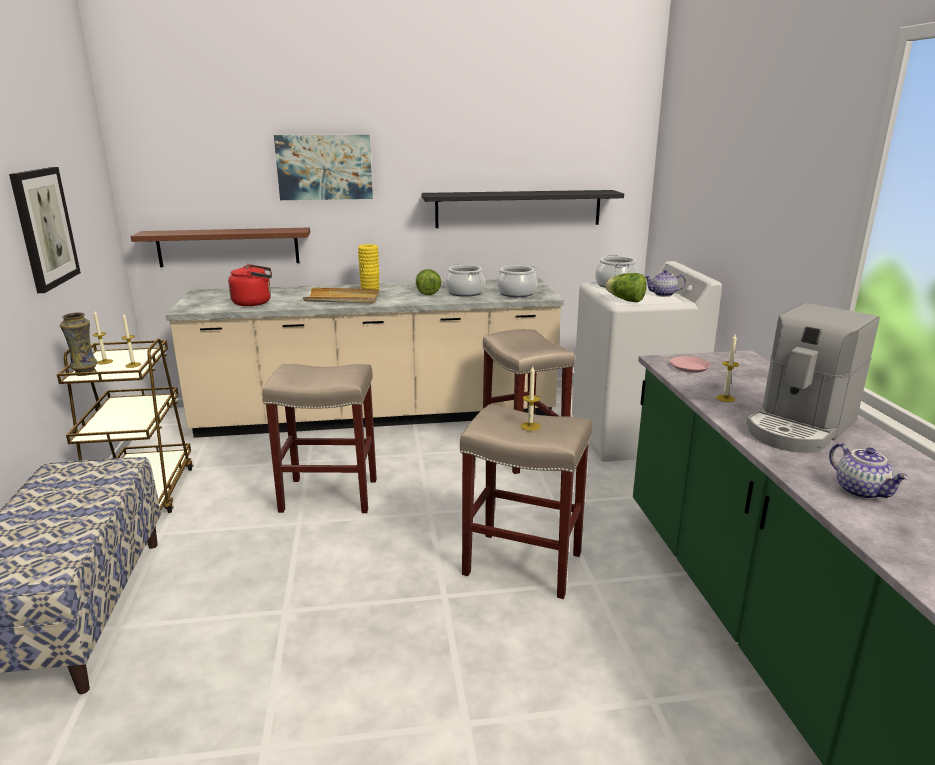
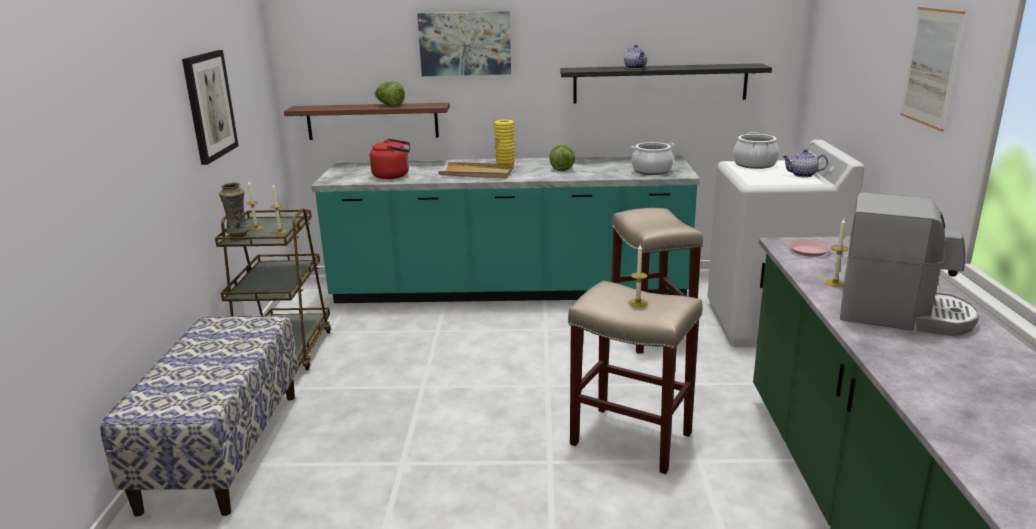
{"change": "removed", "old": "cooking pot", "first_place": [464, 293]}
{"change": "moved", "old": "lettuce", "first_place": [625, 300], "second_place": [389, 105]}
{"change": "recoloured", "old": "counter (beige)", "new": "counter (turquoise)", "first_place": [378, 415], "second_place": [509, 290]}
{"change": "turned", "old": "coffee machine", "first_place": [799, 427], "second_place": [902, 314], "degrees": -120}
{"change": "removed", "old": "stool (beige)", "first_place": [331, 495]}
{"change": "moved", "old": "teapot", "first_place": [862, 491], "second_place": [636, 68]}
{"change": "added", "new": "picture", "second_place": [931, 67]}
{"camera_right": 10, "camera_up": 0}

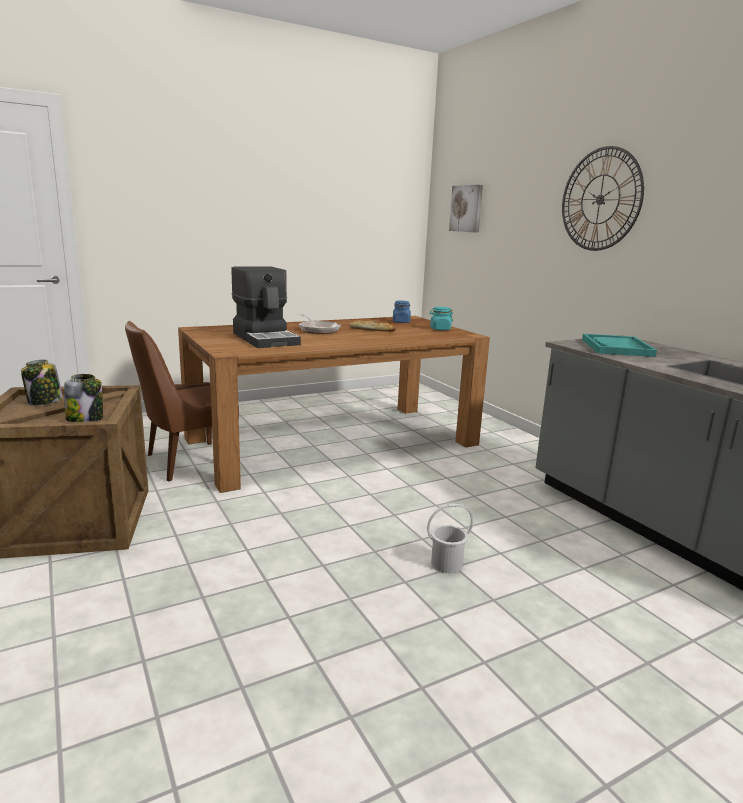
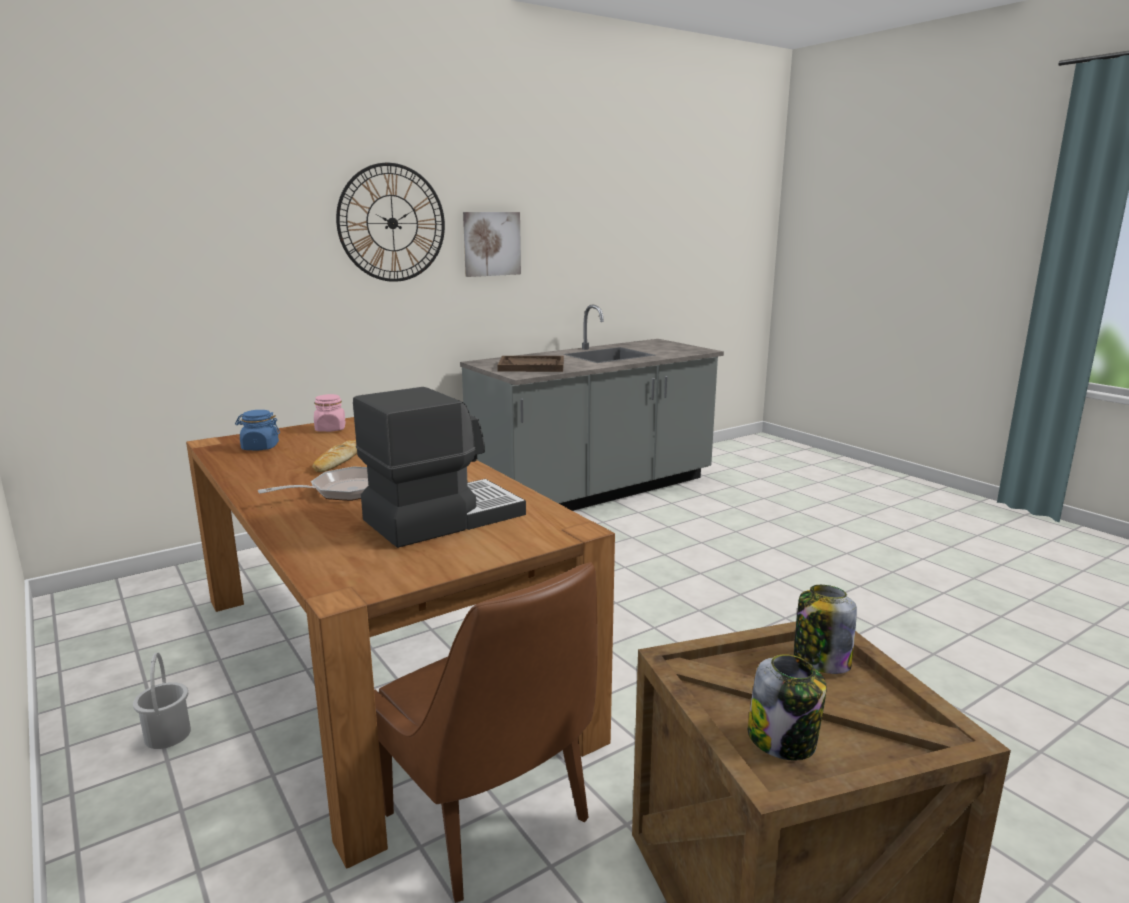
{"change": "moved", "old": "picture", "first_place": [466, 208], "second_place": [491, 244]}
{"change": "recoloured", "old": "jar (turquoise)", "new": "jar (pink)", "first_place": [440, 329], "second_place": [330, 429]}
{"change": "recoloured", "old": "tray (turquoise)", "new": "tray (brown)", "first_place": [616, 348], "second_place": [531, 366]}
{"change": "moved", "old": "bucket (white)", "first_place": [446, 563], "second_place": [167, 735]}
{"camera_right": -95, "camera_up": 0}

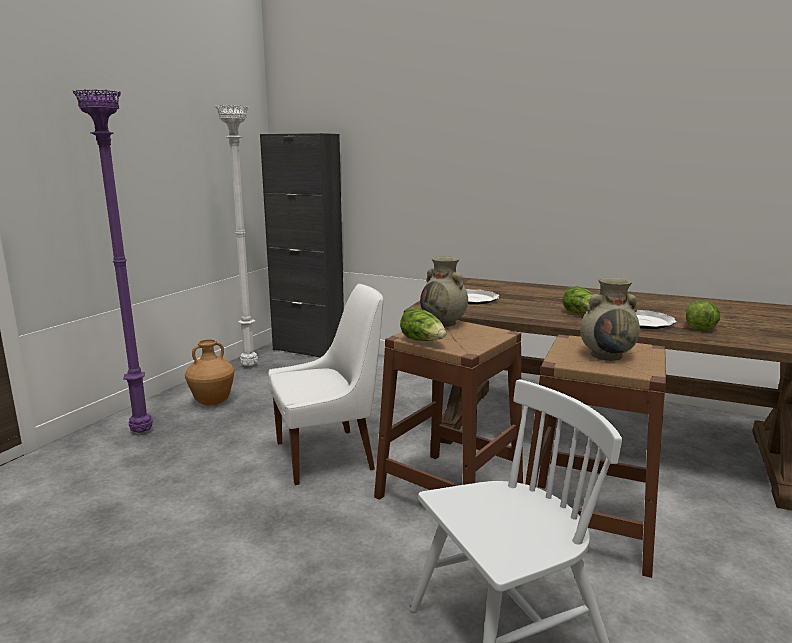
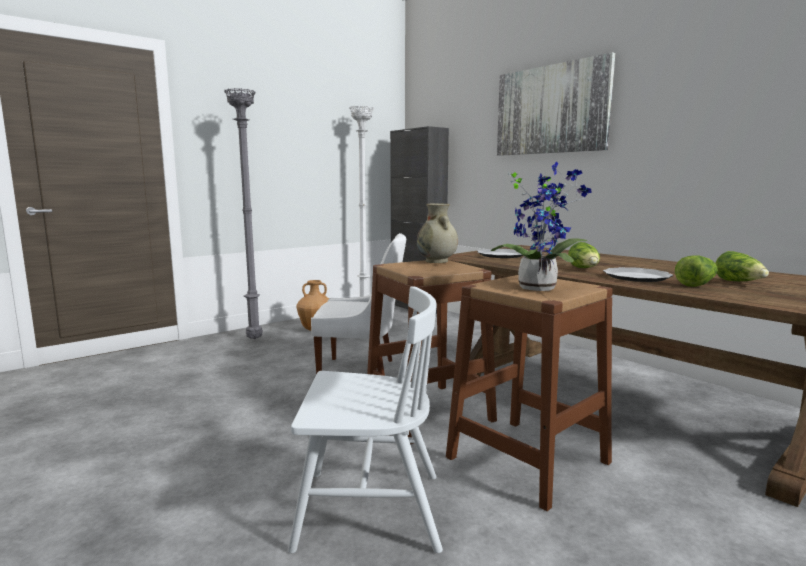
{"change": "recoloured", "old": "floor lamp (purple)", "new": "floor lamp (grey)", "first_place": [140, 432], "second_place": [253, 338]}
{"change": "replaced", "old": "vase (beige)", "new": "potted plant", "first_place": [607, 355], "second_place": [540, 287]}
{"change": "moved", "old": "lettuce", "first_place": [423, 341], "second_place": [739, 282]}
{"change": "added", "new": "picture", "second_place": [551, 110]}
{"camera_right": 25, "camera_up": -5}

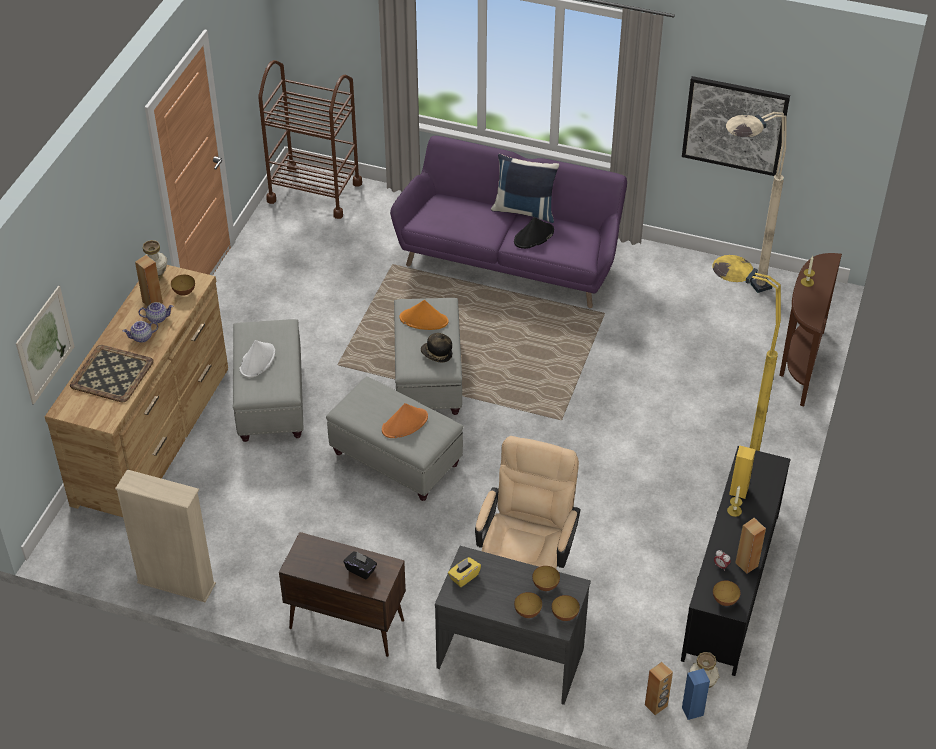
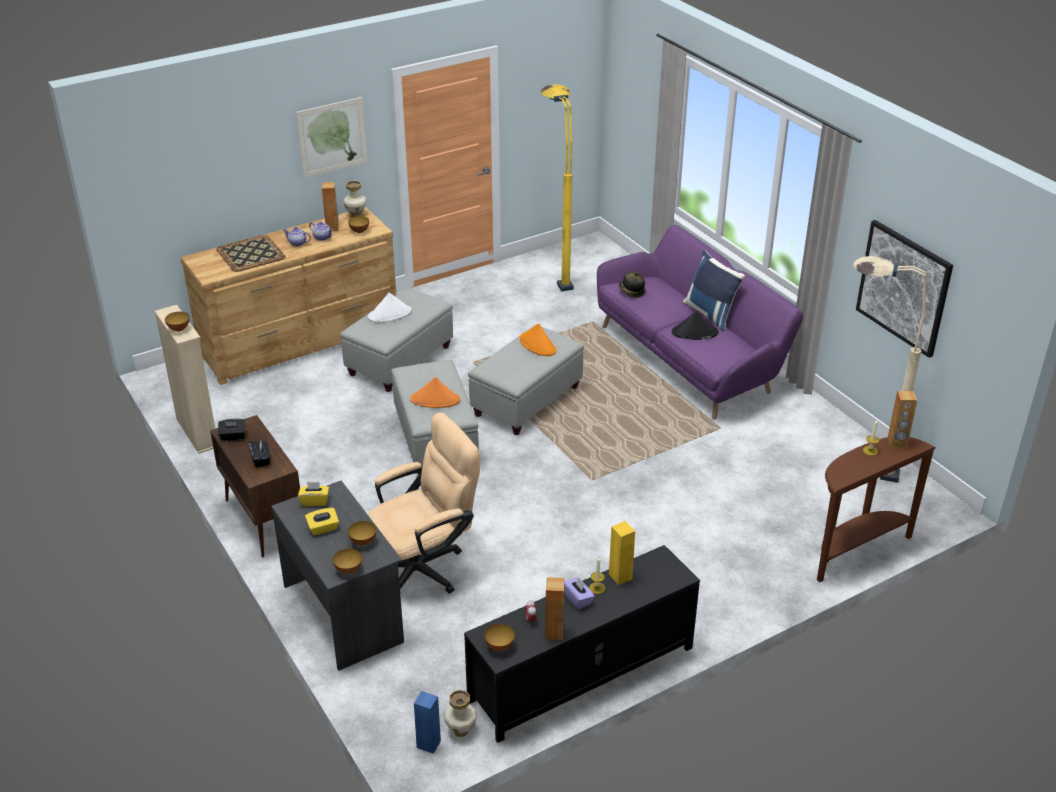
{"change": "removed", "old": "cart (brown)", "first_place": [314, 192]}
{"change": "moved", "old": "floor lamp (yellow)", "first_place": [719, 447], "second_place": [556, 272]}
{"change": "moved", "old": "picture", "first_place": [45, 344], "second_place": [332, 137]}
{"change": "moved", "old": "hat", "first_place": [436, 354], "second_place": [631, 291]}
{"change": "moved", "old": "bowl", "first_place": [527, 612], "second_place": [179, 329]}
{"change": "moved", "old": "speaker (brown)", "first_place": [656, 705], "second_place": [897, 443]}
{"change": "added", "new": "tissue box (black)", "second_place": [233, 436]}
{"change": "added", "new": "tissue box (yellow)", "second_place": [323, 528]}
{"change": "added", "new": "tissue box (purple)", "second_place": [578, 599]}
{"camera_right": 40, "camera_up": -10}

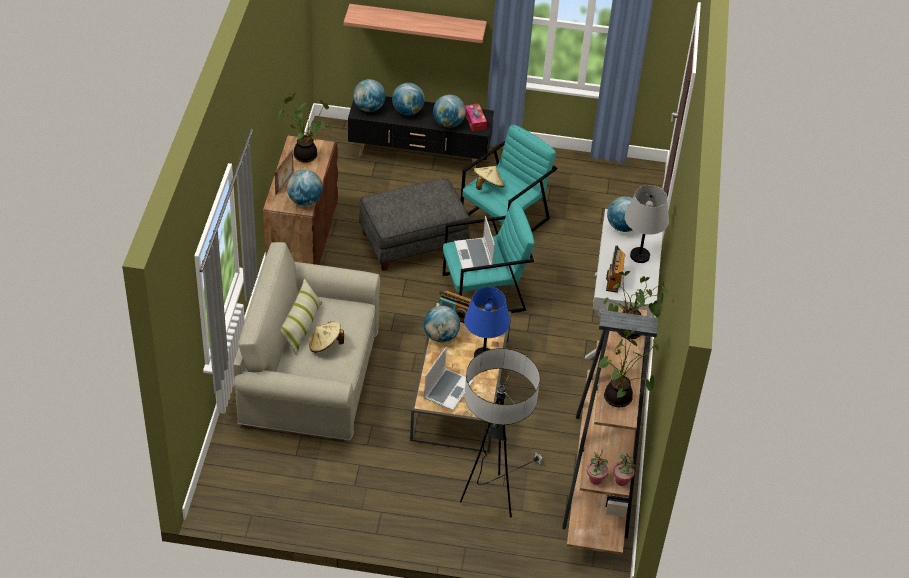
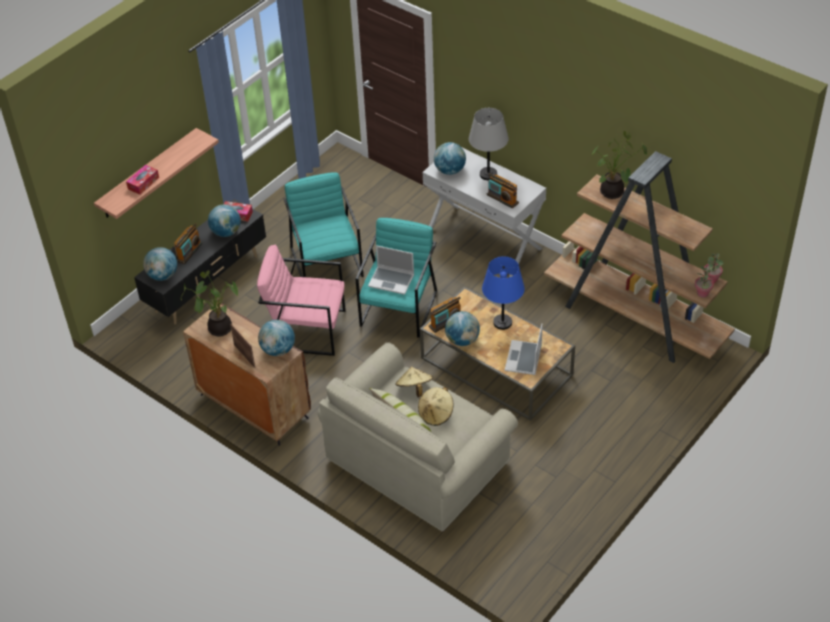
{"change": "replaced", "old": "globe", "new": "radio", "first_place": [408, 111], "second_place": [189, 252]}
{"change": "moved", "old": "hat (beige)", "first_place": [487, 186], "second_place": [414, 388]}
{"change": "replaced", "old": "ottoman (grey)", "new": "armchair (pink)", "first_place": [413, 241], "second_place": [307, 329]}
{"change": "removed", "old": "potted plant", "first_place": [620, 399]}
{"change": "turned", "old": "laptop", "first_place": [447, 389], "second_place": [524, 359], "degrees": -135}
{"change": "removed", "old": "floor lamp", "first_place": [492, 498]}
{"change": "added", "new": "tissue box", "second_place": [143, 183]}
{"camera_right": -55, "camera_up": 0}

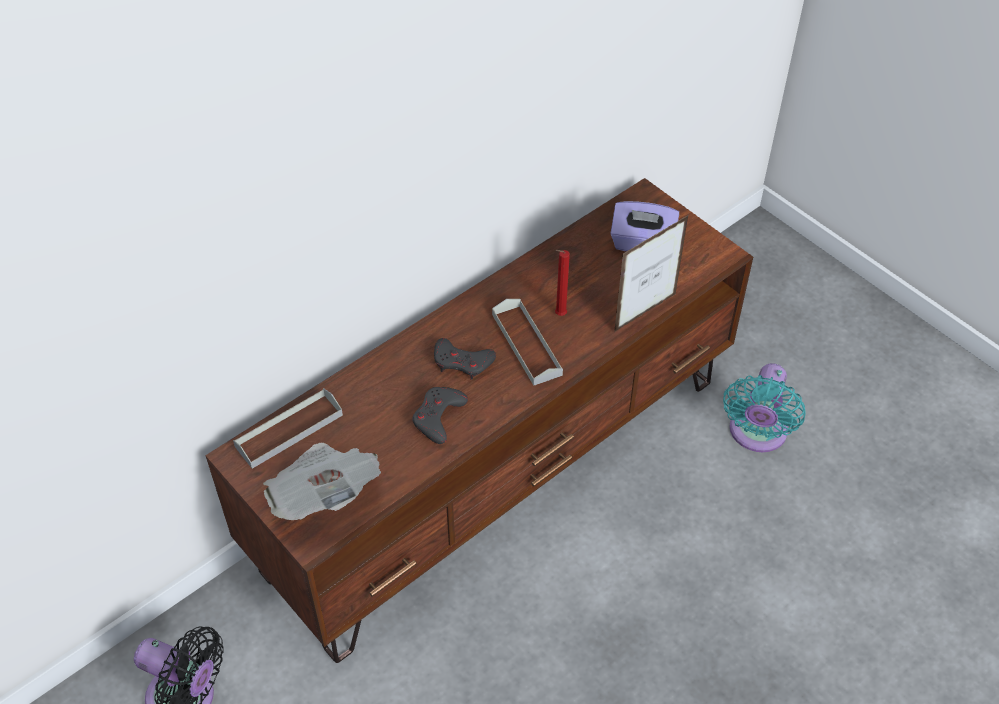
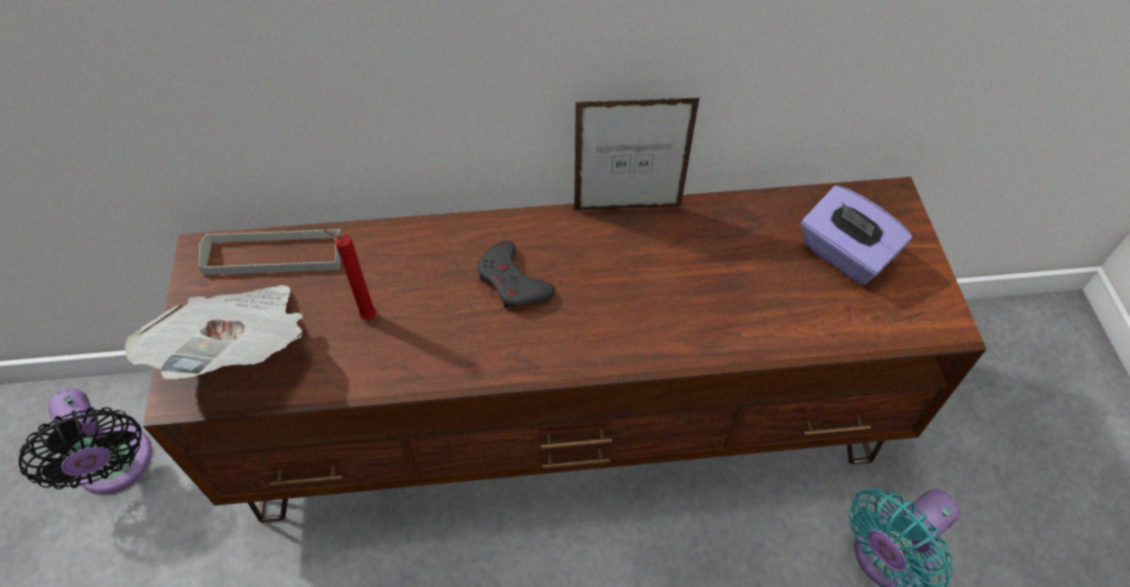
{"change": "moved", "old": "picture frame", "first_place": [645, 312], "second_place": [628, 208]}
{"change": "moved", "old": "candle (red)", "first_place": [559, 315], "second_place": [366, 316]}
{"change": "removed", "old": "tray (grey)", "first_place": [526, 344]}
{"change": "removed", "old": "game controller (grey)", "first_place": [438, 417]}
{"camera_right": 35, "camera_up": 5}

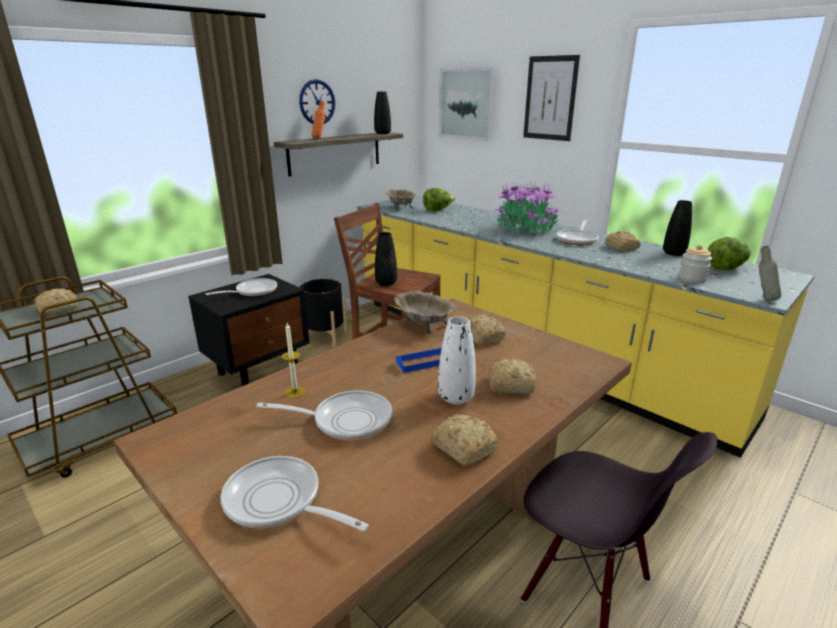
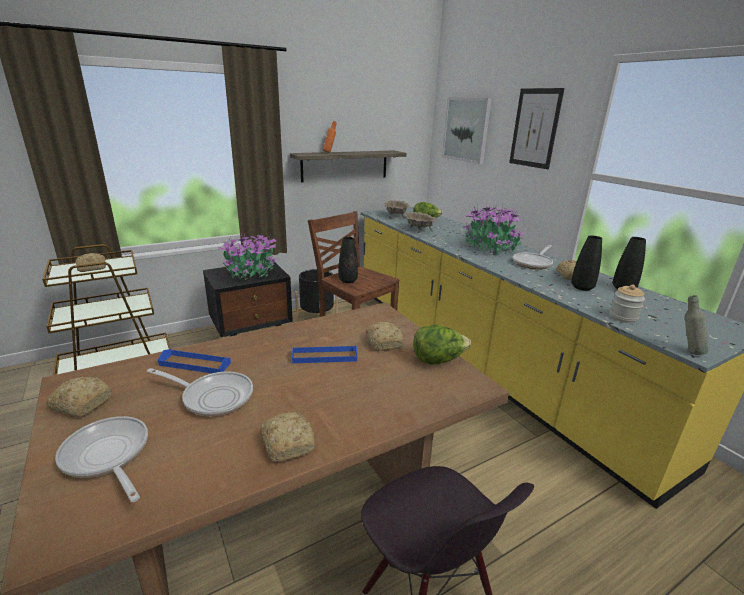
{"change": "removed", "old": "wall clock", "first_place": [317, 102]}
{"change": "moved", "old": "vase (black)", "first_place": [382, 133], "second_place": [582, 287]}
{"change": "moved", "old": "lettuce", "first_place": [725, 268], "second_place": [438, 360]}
{"change": "replaced", "old": "frying pan", "new": "potted plant", "first_place": [253, 291], "second_place": [251, 273]}
{"change": "moved", "old": "bowl (beige)", "first_place": [424, 325], "second_place": [419, 230]}
{"change": "removed", "old": "vase (white)", "first_place": [456, 397]}
{"change": "replaced", "old": "candle", "new": "tray (blue)", "first_place": [295, 392], "second_place": [195, 364]}
{"change": "moved", "old": "bread", "first_place": [509, 385], "second_place": [82, 403]}
{"camera_right": 15, "camera_up": 0}

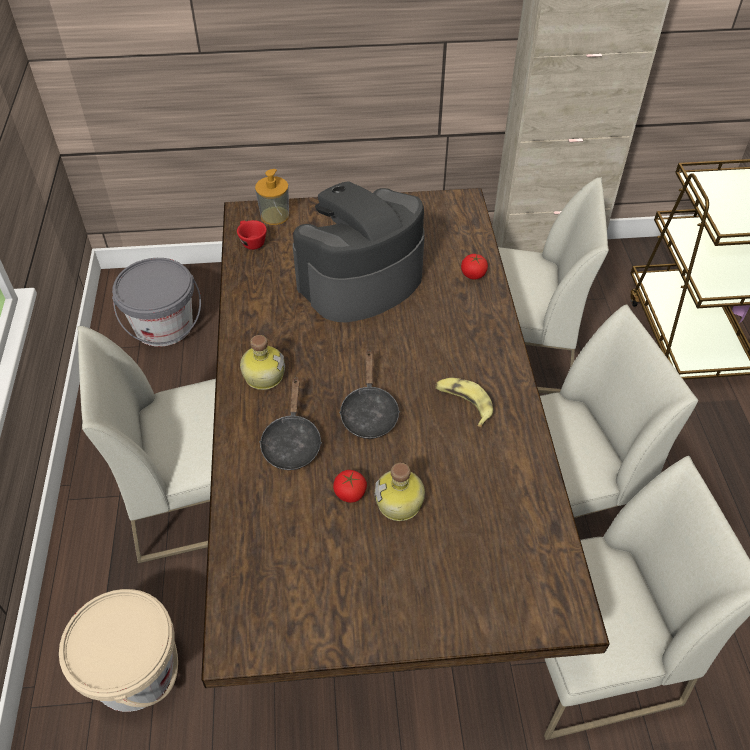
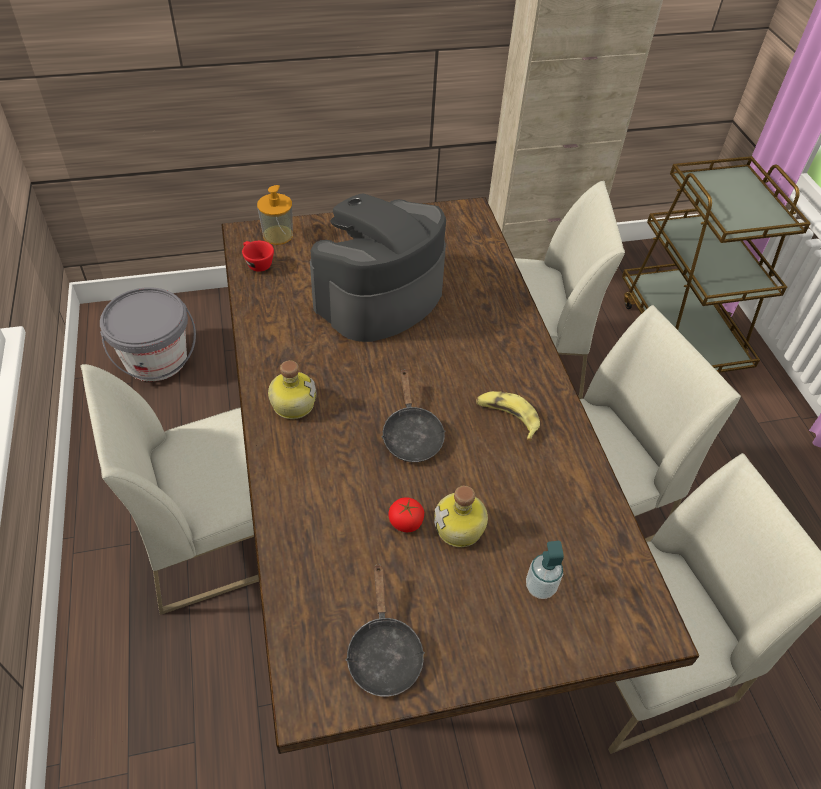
{"change": "removed", "old": "tomato", "first_place": [473, 274]}
{"change": "moved", "old": "frying pan (black)", "first_place": [292, 443], "second_place": [384, 652]}
{"change": "removed", "old": "bucket (beige)", "first_place": [134, 671]}
{"change": "added", "new": "soap dispenser", "second_place": [540, 587]}
{"camera_right": -10, "camera_up": 0}

